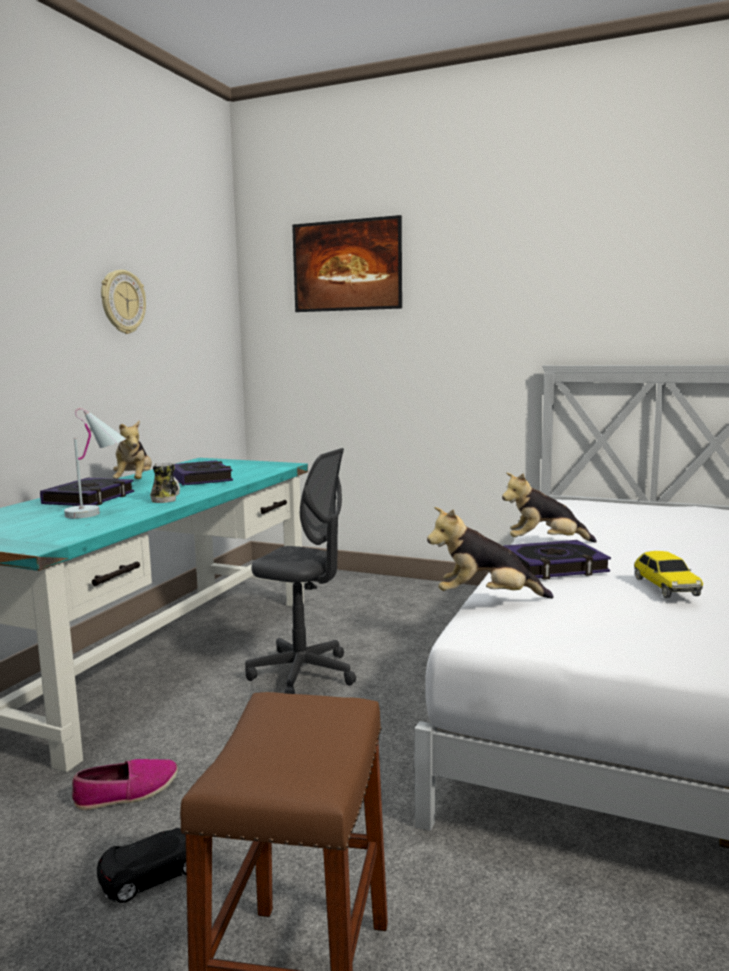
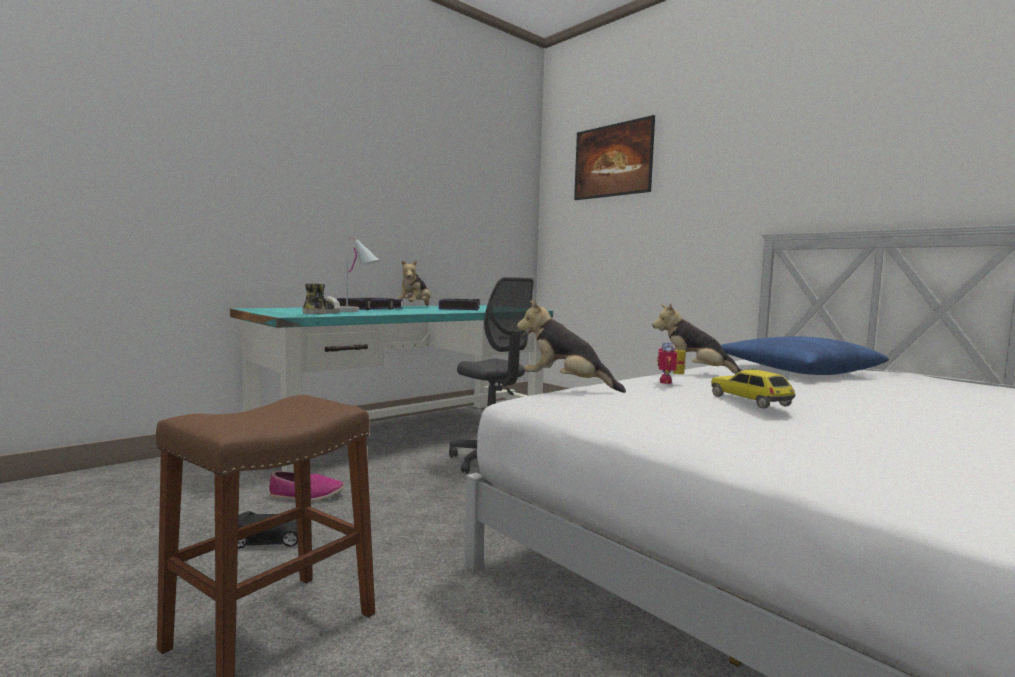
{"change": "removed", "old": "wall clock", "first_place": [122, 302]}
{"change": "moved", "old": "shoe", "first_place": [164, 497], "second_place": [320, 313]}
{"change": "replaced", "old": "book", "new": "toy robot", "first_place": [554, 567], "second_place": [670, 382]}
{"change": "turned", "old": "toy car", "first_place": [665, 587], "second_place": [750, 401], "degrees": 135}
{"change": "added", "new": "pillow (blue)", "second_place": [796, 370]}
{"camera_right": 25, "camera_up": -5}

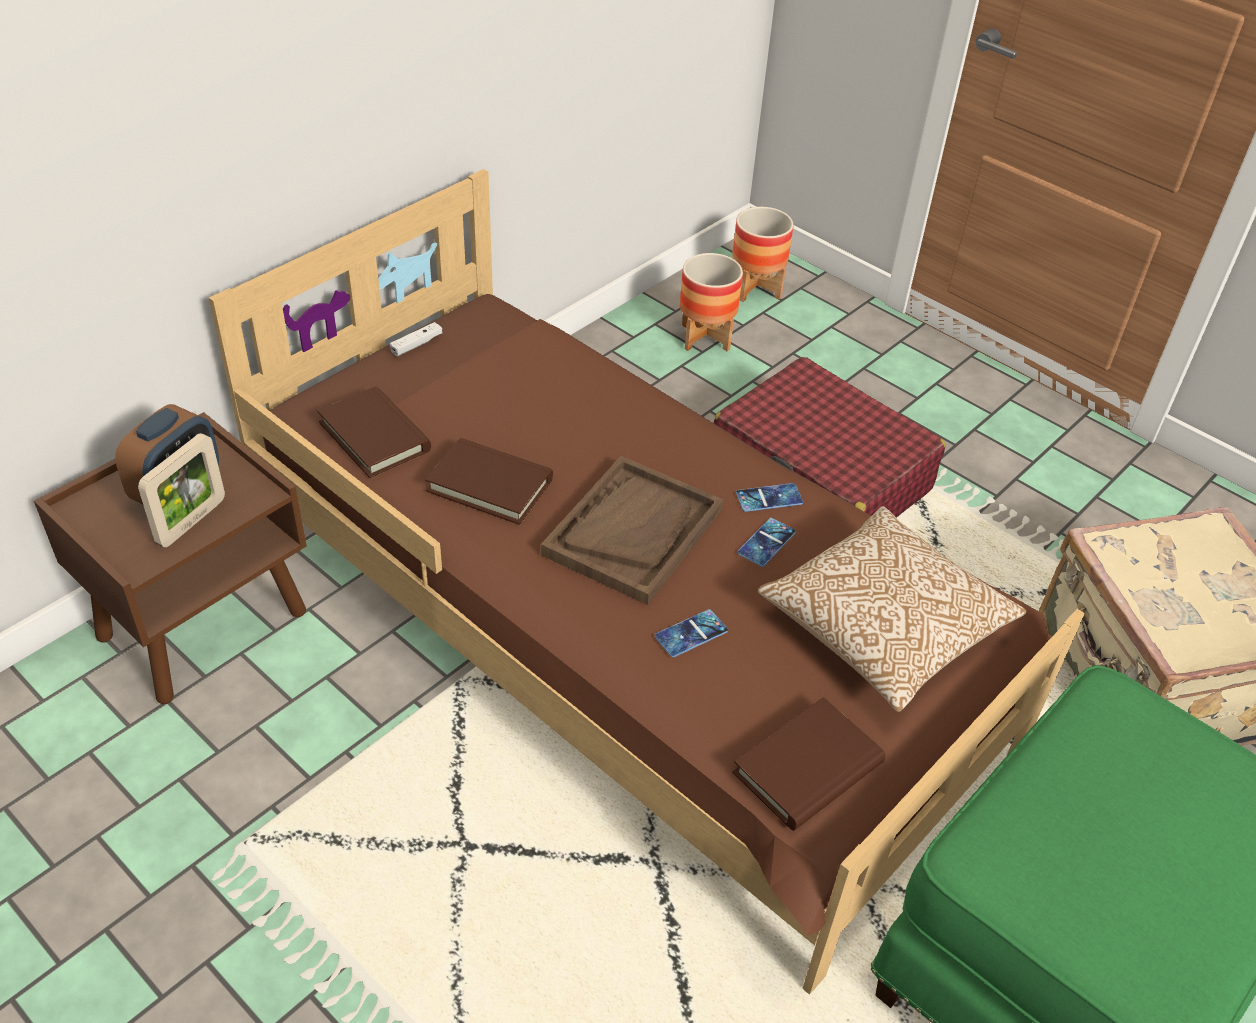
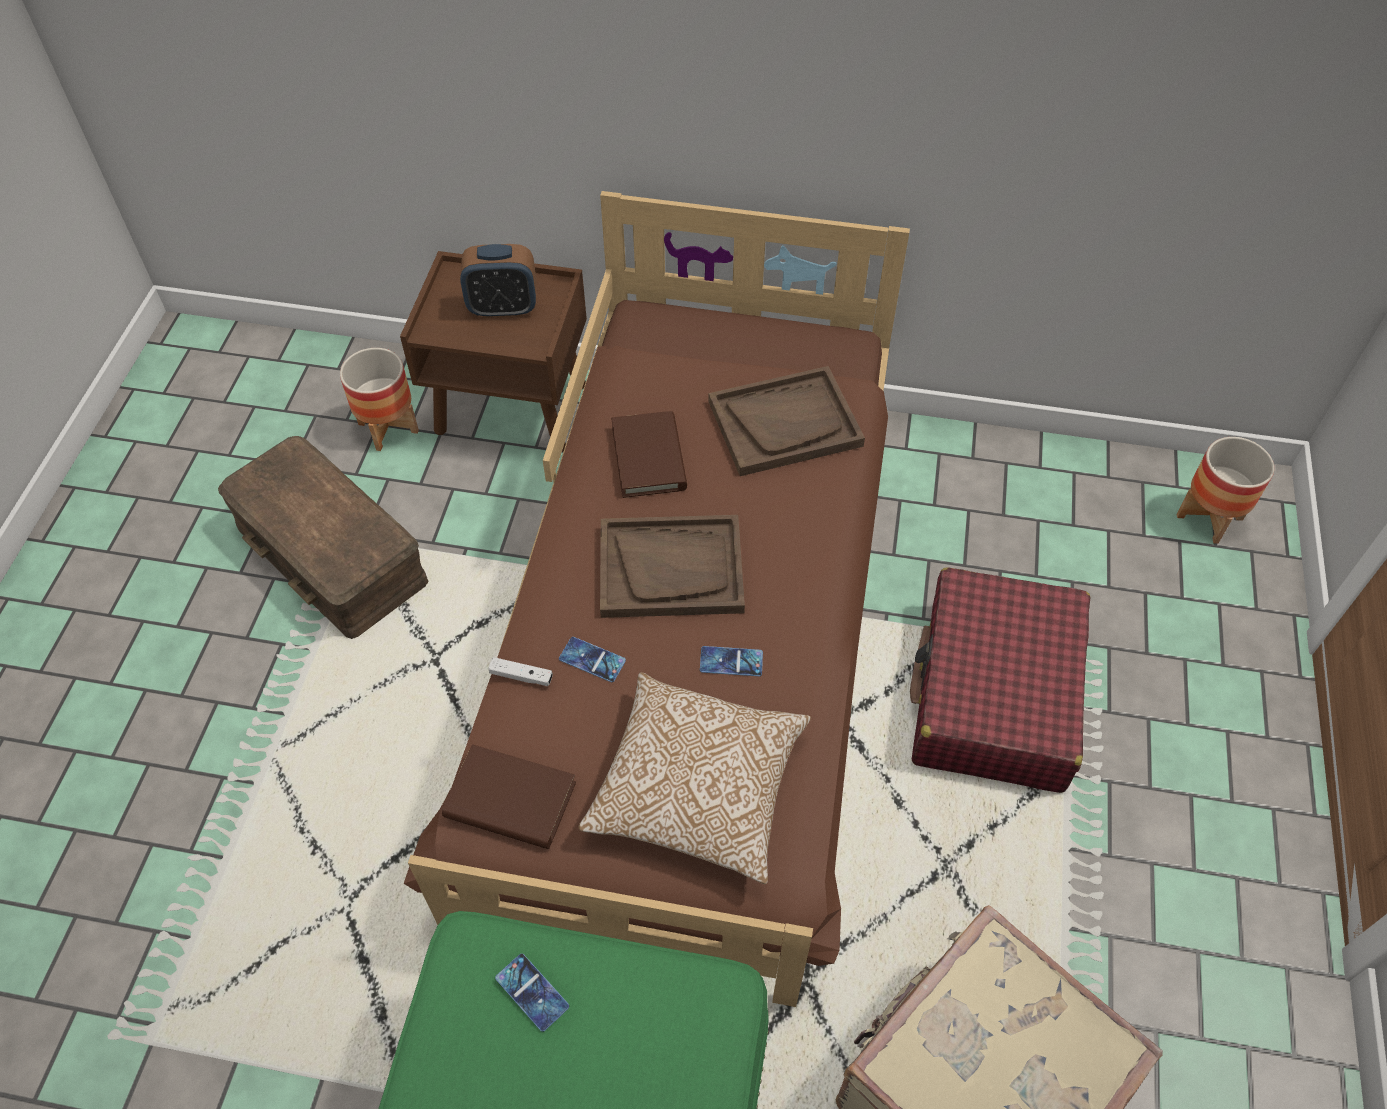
{"change": "moved", "old": "planter", "first_place": [705, 337], "second_place": [388, 427]}
{"change": "moved", "old": "game controller (white)", "first_place": [416, 344], "second_place": [521, 676]}
{"change": "removed", "old": "book (brown)", "first_place": [375, 436]}
{"change": "removed", "old": "picture frame", "first_place": [192, 522]}
{"change": "moved", "old": "phone", "first_place": [769, 498], "second_place": [532, 992]}
{"change": "added", "new": "tray (brown)", "second_place": [785, 423]}
{"change": "added", "new": "storage box (brown)", "second_place": [329, 555]}
{"camera_right": 60, "camera_up": 10}

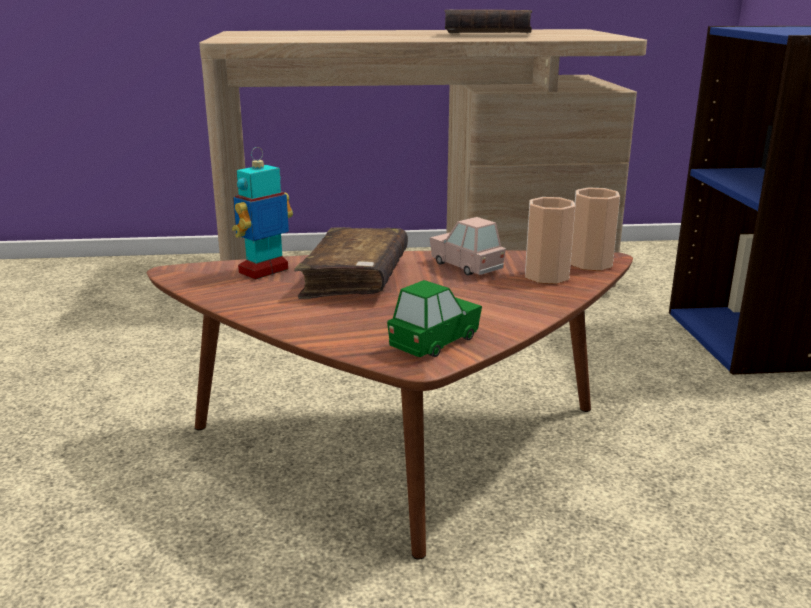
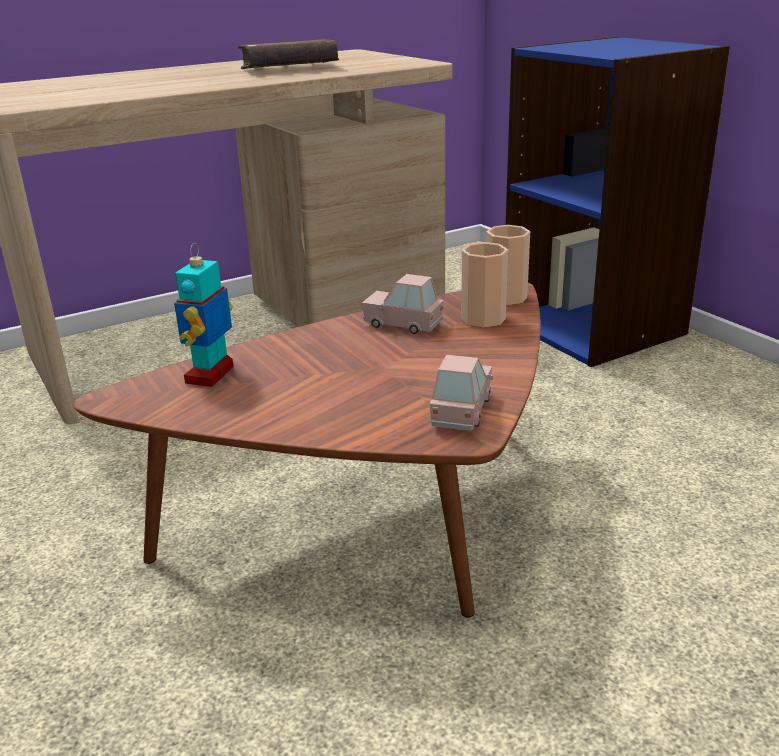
{"change": "removed", "old": "book (brown)", "first_place": [355, 279]}
{"change": "recoloured", "old": "toy car (green)", "new": "toy car (pink)", "first_place": [435, 342], "second_place": [461, 411]}
{"camera_right": -25, "camera_up": 5}

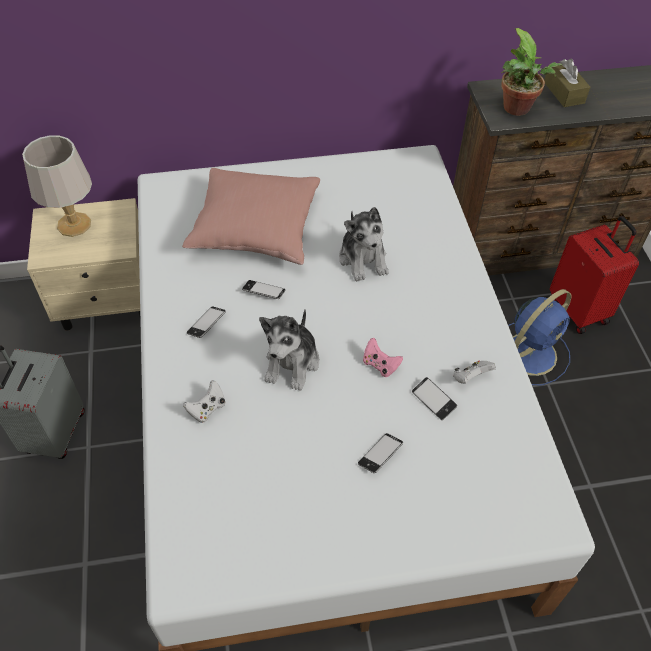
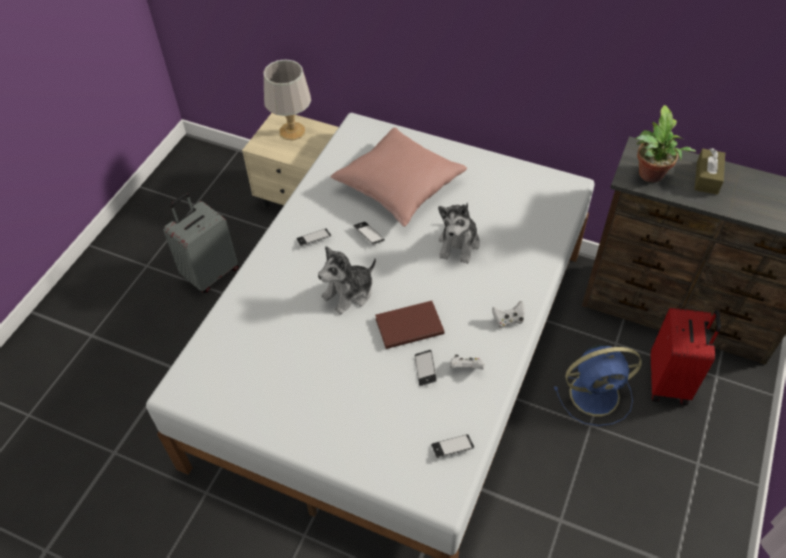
{"change": "replaced", "old": "game controller (pink)", "new": "book (brown)", "first_place": [380, 365], "second_place": [408, 325]}
{"change": "moved", "old": "game controller (white)", "first_place": [207, 409], "second_place": [508, 320]}
{"change": "moved", "old": "phone", "first_place": [380, 455], "second_place": [452, 447]}
{"camera_right": 35, "camera_up": 0}

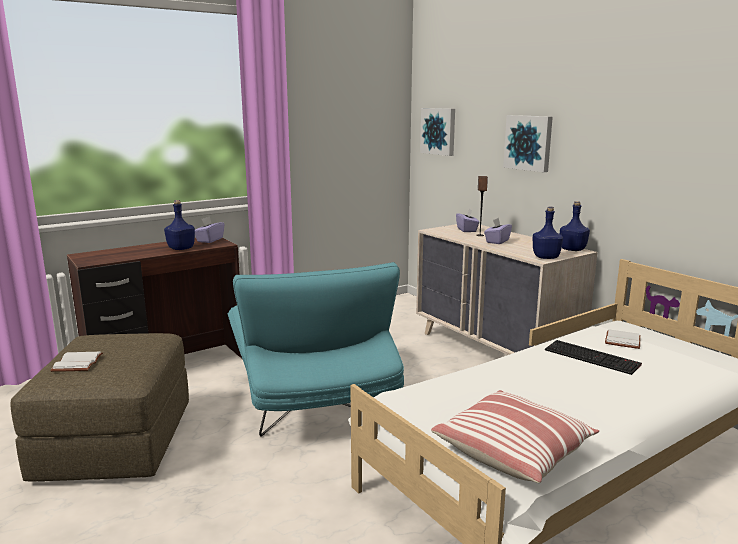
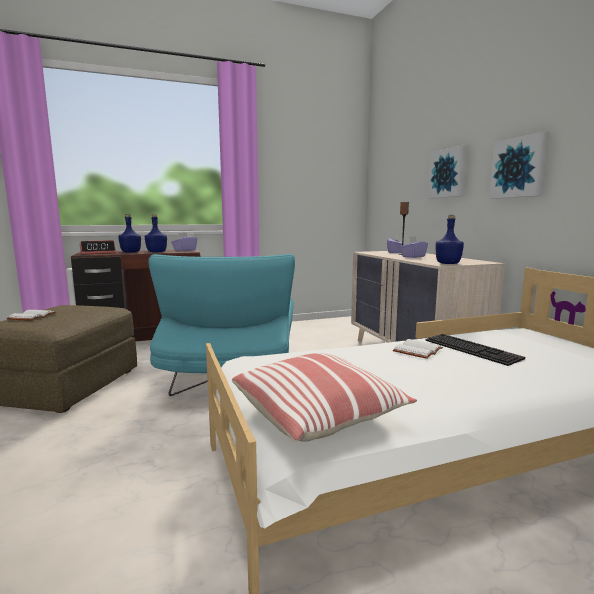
{"change": "moved", "old": "picture", "first_place": [439, 131], "second_place": [519, 167]}
{"change": "moved", "old": "bottle (blue)", "first_place": [572, 249], "second_place": [131, 252]}
{"change": "moved", "old": "book (white)", "first_place": [623, 341], "second_place": [418, 351]}
{"change": "added", "new": "alarm clock", "second_place": [98, 253]}
{"camera_right": 15, "camera_up": -5}

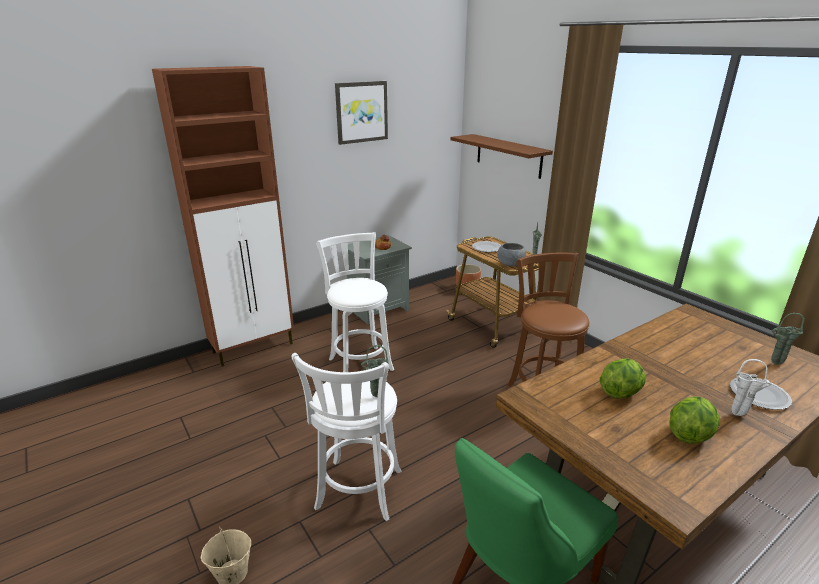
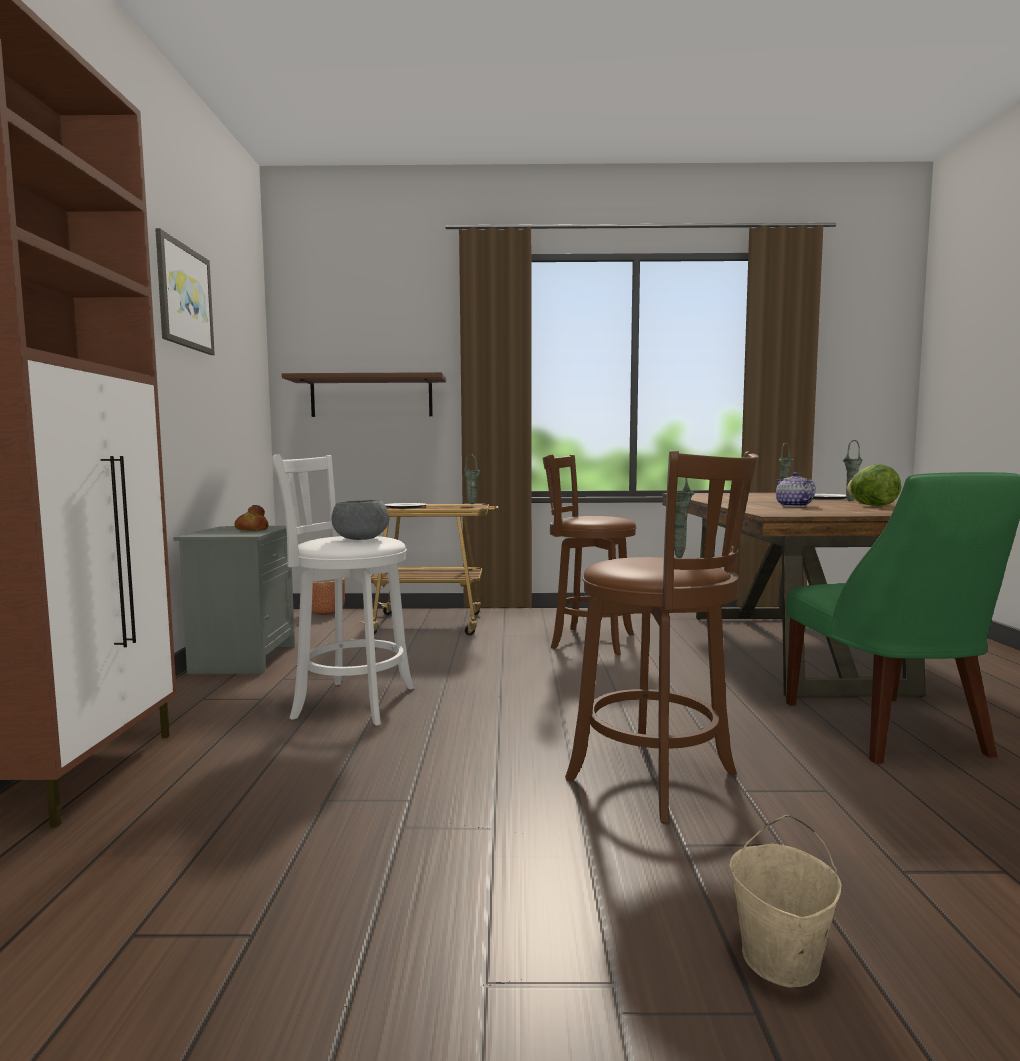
{"change": "moved", "old": "bowl (grey)", "first_place": [510, 264], "second_place": [360, 539]}
{"change": "recoloured", "old": "stool (white)", "new": "stool (brown)", "first_place": [358, 493], "second_place": [659, 779]}
{"change": "replaced", "old": "lettuce", "new": "teapot", "first_place": [620, 392], "second_place": [793, 506]}
{"change": "recoloured", "old": "vase (white)", "new": "vase (green)", "first_place": [739, 415], "second_place": [851, 501]}
{"camera_right": -55, "camera_up": -20}

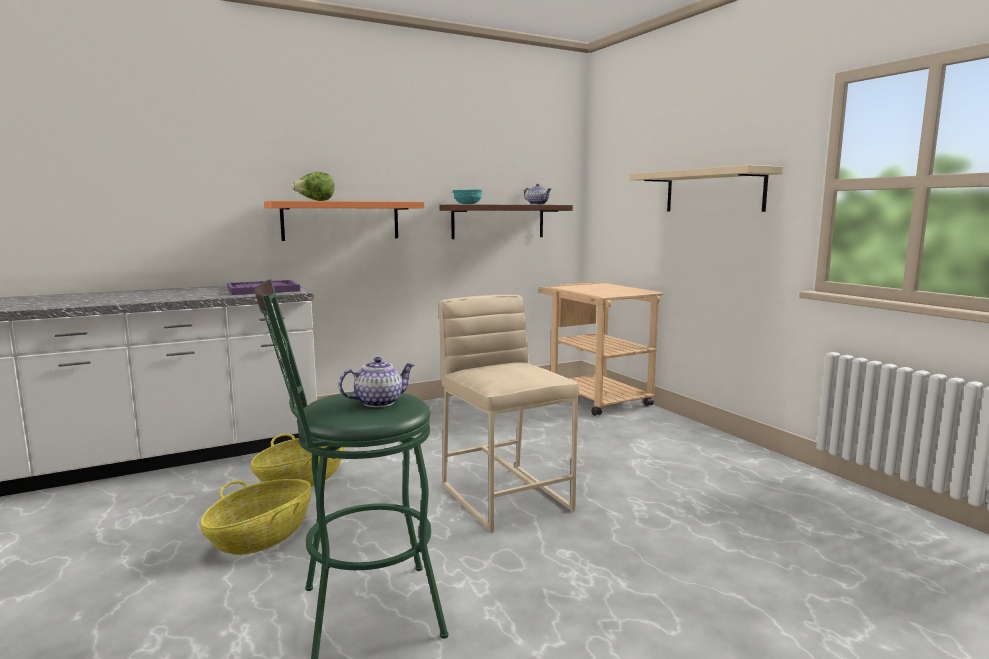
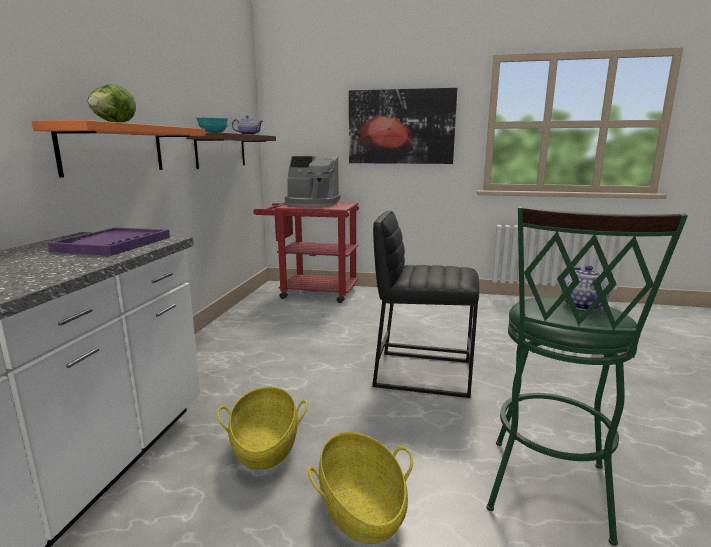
{"change": "replaced", "old": "shelf (beige)", "new": "picture", "first_place": [713, 191], "second_place": [401, 127]}
{"change": "recoloured", "old": "cart (beige)", "new": "cart (red)", "first_place": [593, 397], "second_place": [311, 292]}
{"change": "recoloured", "old": "stool (beige)", "new": "stool (black)", "first_place": [506, 496], "second_place": [422, 372]}
{"change": "added", "new": "coffee machine", "second_place": [312, 203]}
{"camera_right": -50, "camera_up": 5}

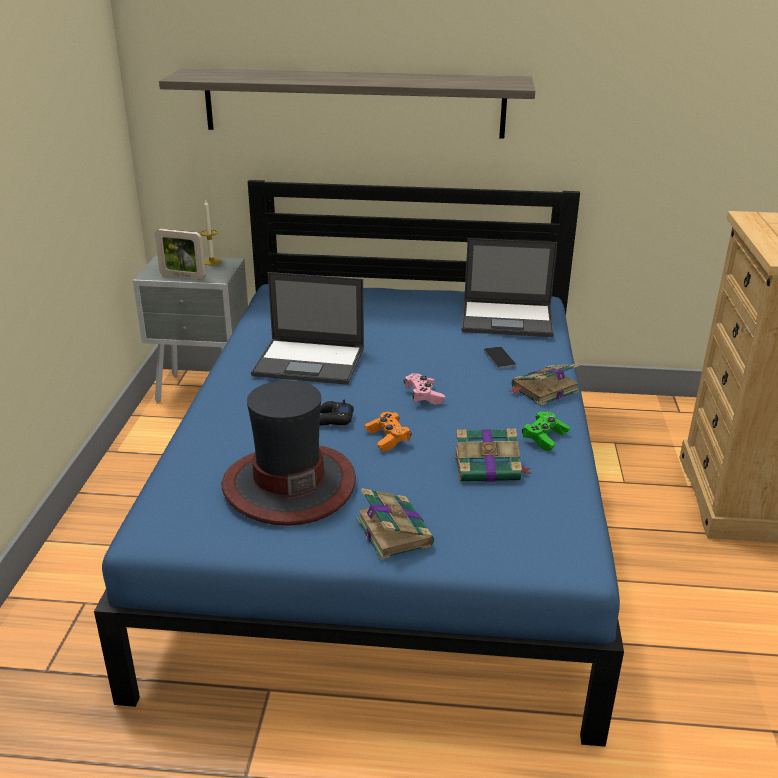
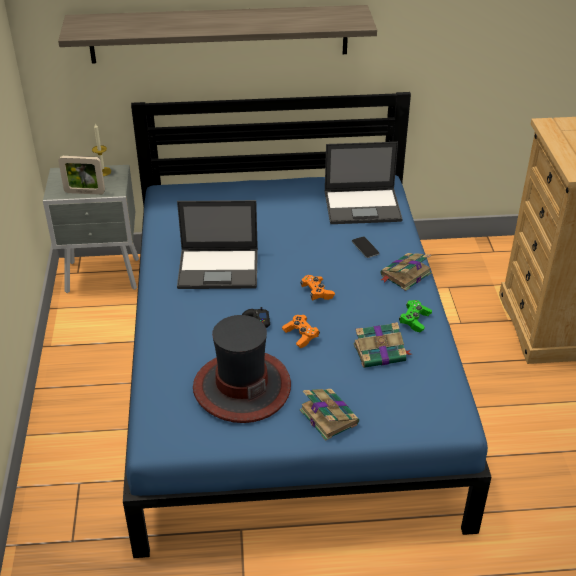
{"change": "recoloured", "old": "game controller (pink)", "new": "game controller (orange)", "first_place": [423, 396], "second_place": [317, 292]}
{"camera_right": -10, "camera_up": 10}

